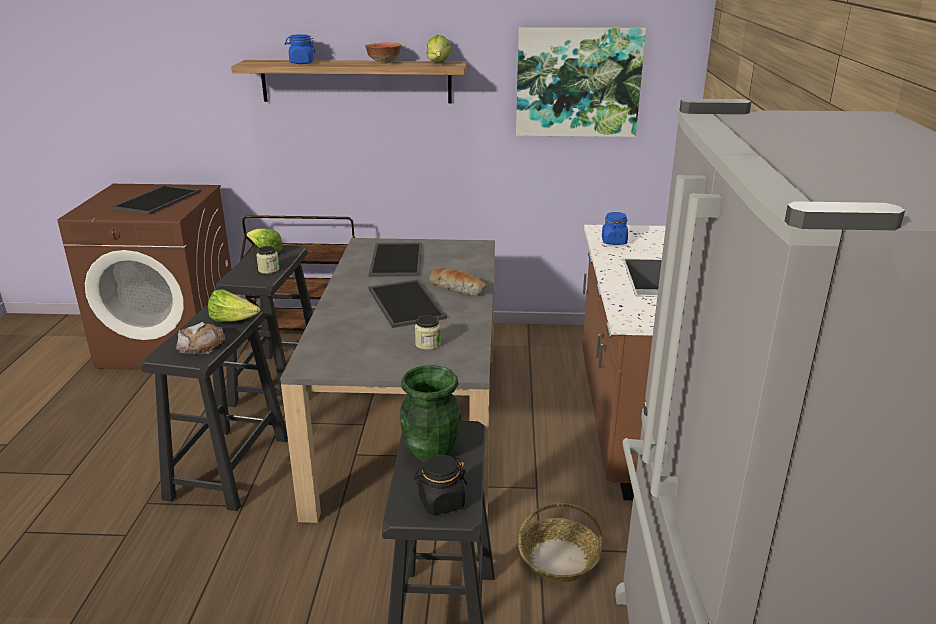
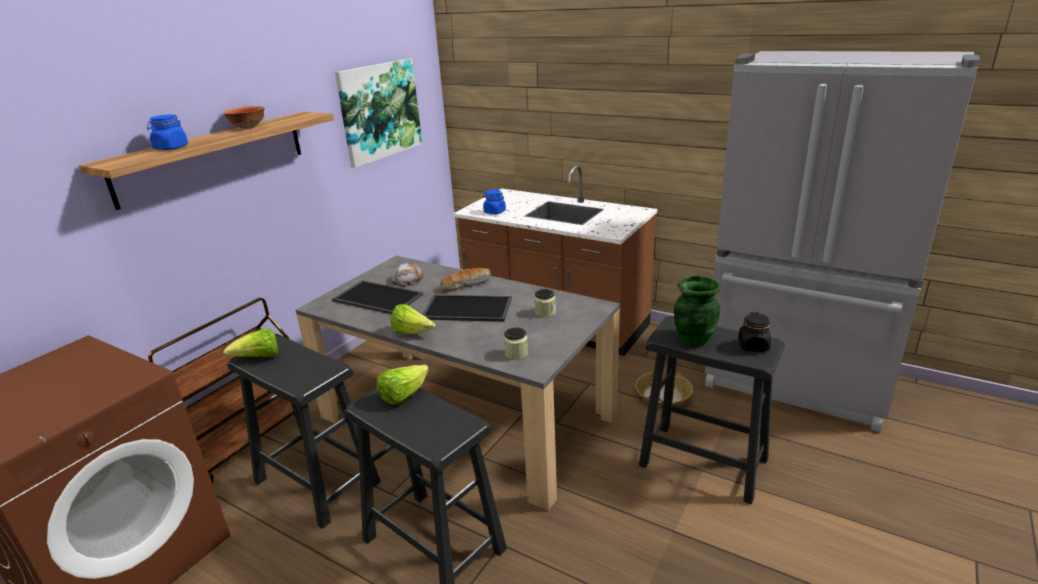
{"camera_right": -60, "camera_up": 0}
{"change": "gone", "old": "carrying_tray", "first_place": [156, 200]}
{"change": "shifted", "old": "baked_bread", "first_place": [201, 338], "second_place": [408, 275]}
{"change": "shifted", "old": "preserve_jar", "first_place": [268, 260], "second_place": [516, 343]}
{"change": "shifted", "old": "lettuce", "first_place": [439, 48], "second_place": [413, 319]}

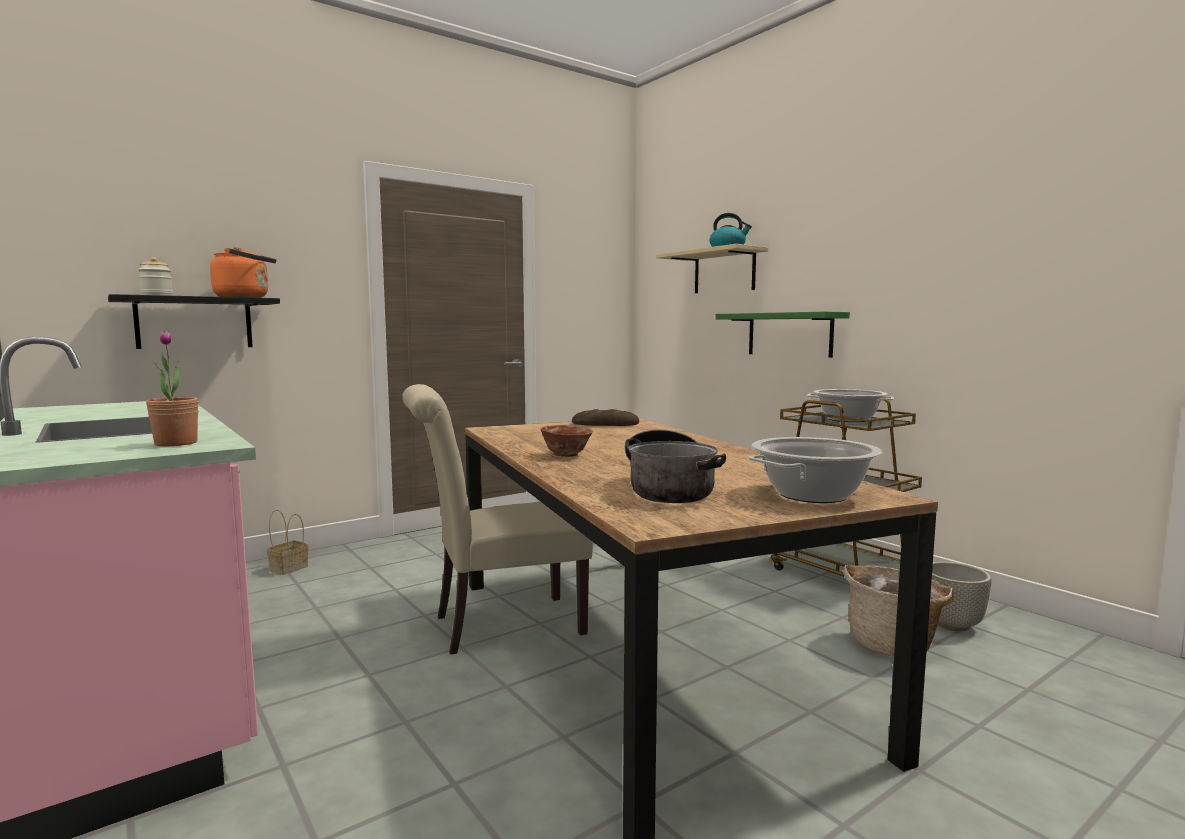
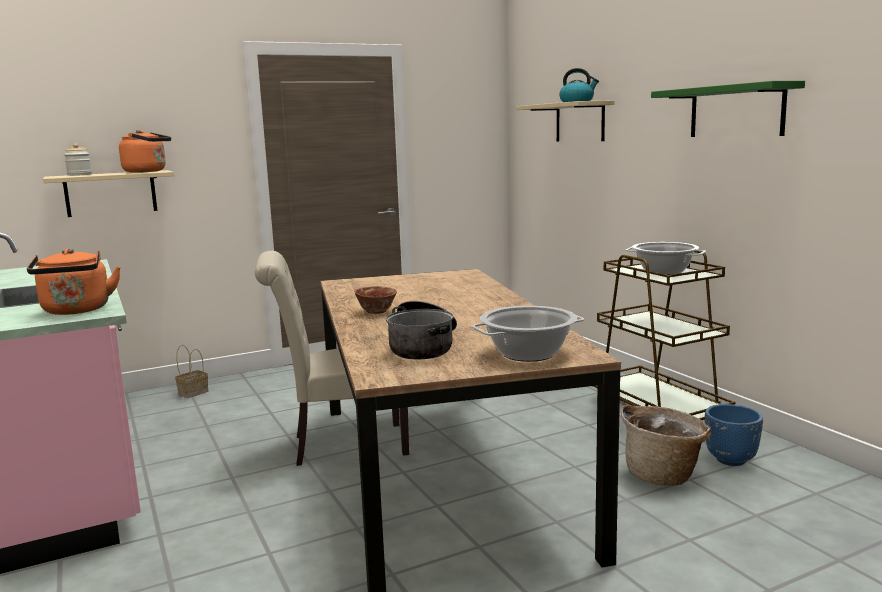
{"camera_right": 10, "camera_up": 5}
{"change": "repainted", "old": "black-coloured_wall_shelf", "new": "sand-coloured_wall_shelf", "first_place": [194, 321], "second_place": [108, 193]}
{"change": "swapped", "old": "plant_in_a_pot", "new": "orange_tea_kettle", "first_place": [172, 388], "second_place": [74, 281]}
{"change": "gone", "old": "baked_bread", "first_place": [605, 417]}
{"change": "shifted", "old": "green_wall_shelf", "first_place": [782, 335], "second_place": [728, 109]}
{"change": "repainted", "old": "gray_plant_pot", "new": "blue_plant_pot", "first_place": [962, 596], "second_place": [734, 435]}

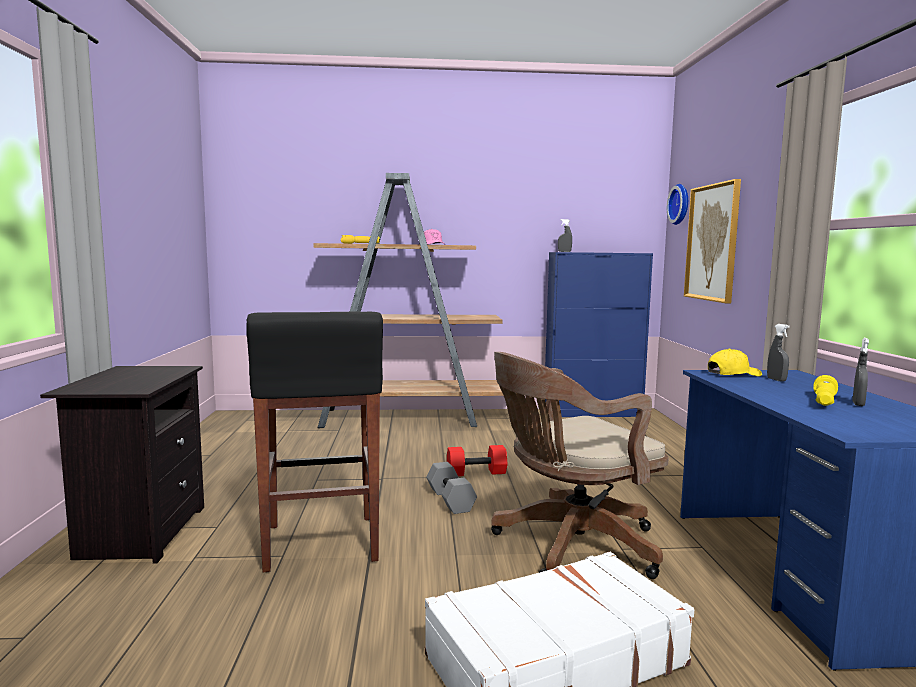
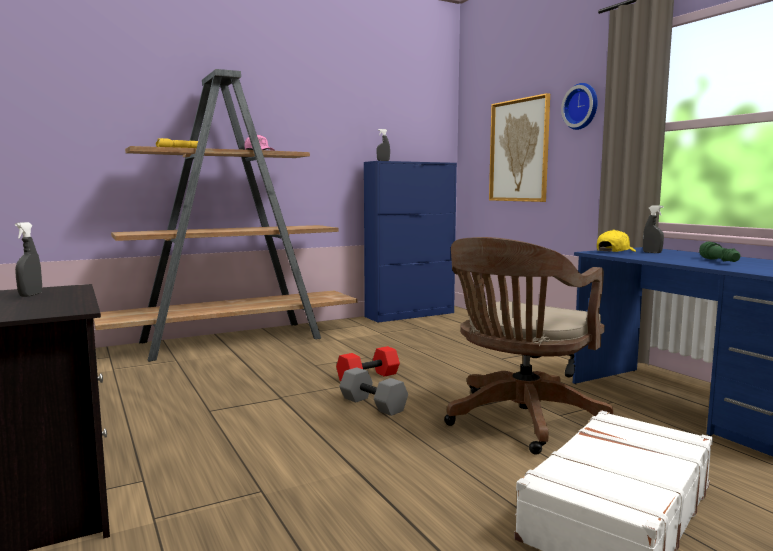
{"camera_right": -25, "camera_up": 0}
{"change": "gone", "old": "black-coloured_stool_seat", "first_place": [314, 442]}
{"change": "shifted", "old": "clock_on_the_wall", "first_place": [677, 204], "second_place": [579, 106]}
{"change": "repainted", "old": "yellow_torch", "new": "green_torch", "first_place": [825, 390], "second_place": [719, 252]}
{"change": "shifted", "old": "gray_sprayer", "first_place": [860, 372], "second_place": [28, 259]}

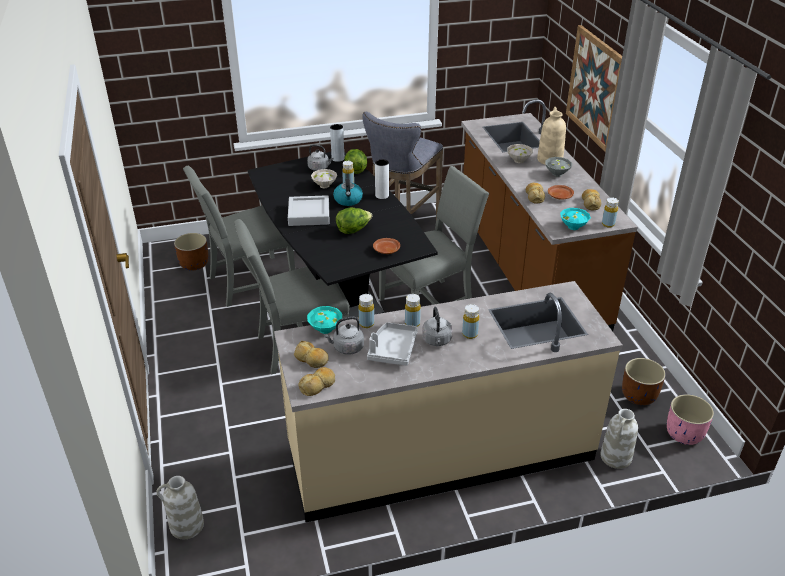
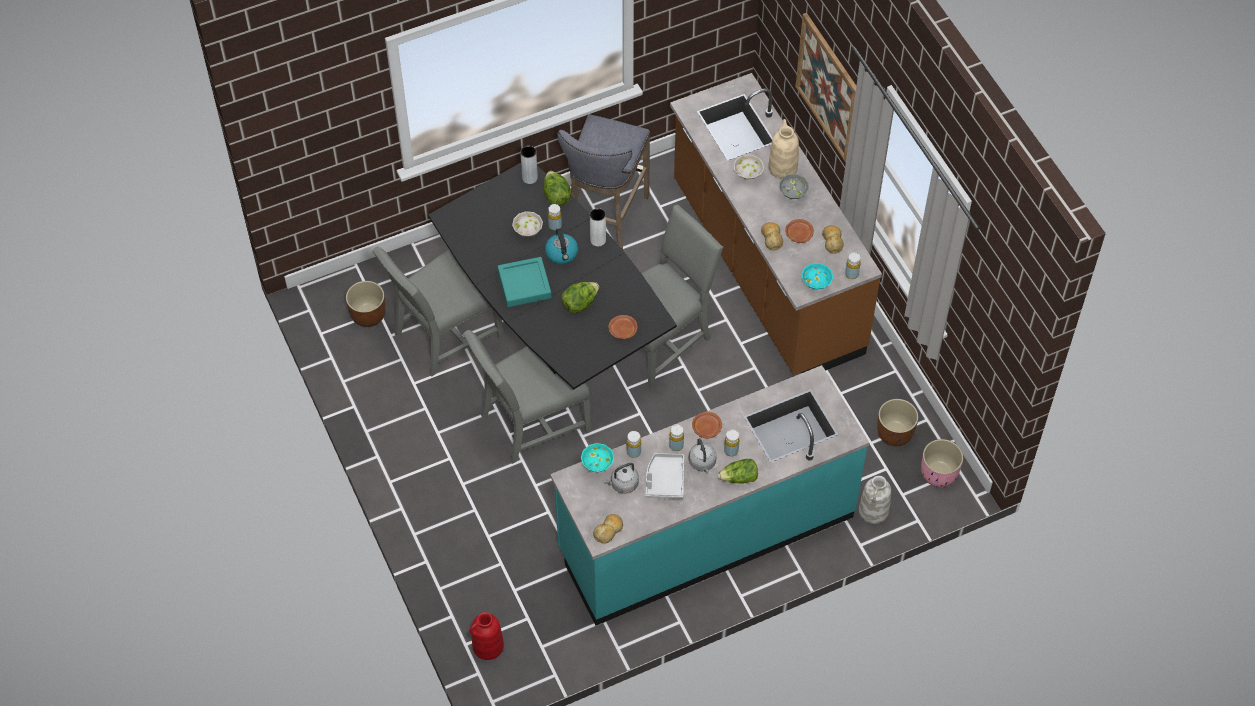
{"camera_right": -10, "camera_up": 20}
{"change": "repainted", "old": "white_flower_vase", "new": "reddish_flower_vase", "first_place": [180, 507], "second_place": [486, 636]}
{"change": "repainted", "old": "sand-coloured_kitchen_base_unit", "new": "turquoise-coloured_kitchen_base_unit", "first_place": [448, 401], "second_place": [709, 495]}
{"change": "repainted", "old": "gray_carrying_tray", "new": "turquoise-coloured_carrying_tray", "first_place": [308, 210], "second_place": [525, 282]}
{"change": "gone", "old": "baked_bread", "first_place": [311, 354]}
{"change": "gone", "old": "gray_tea_kettle", "first_place": [320, 157]}
{"change": "new", "new": "brown_dinner_plate", "second_place": [707, 425]}
{"change": "new", "new": "lettuce", "second_place": [738, 471]}

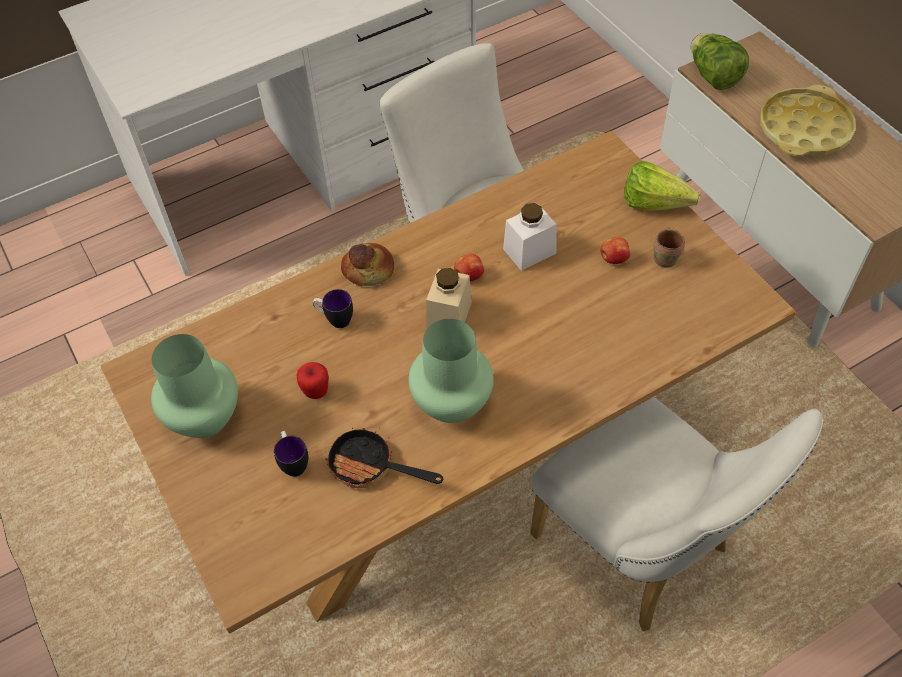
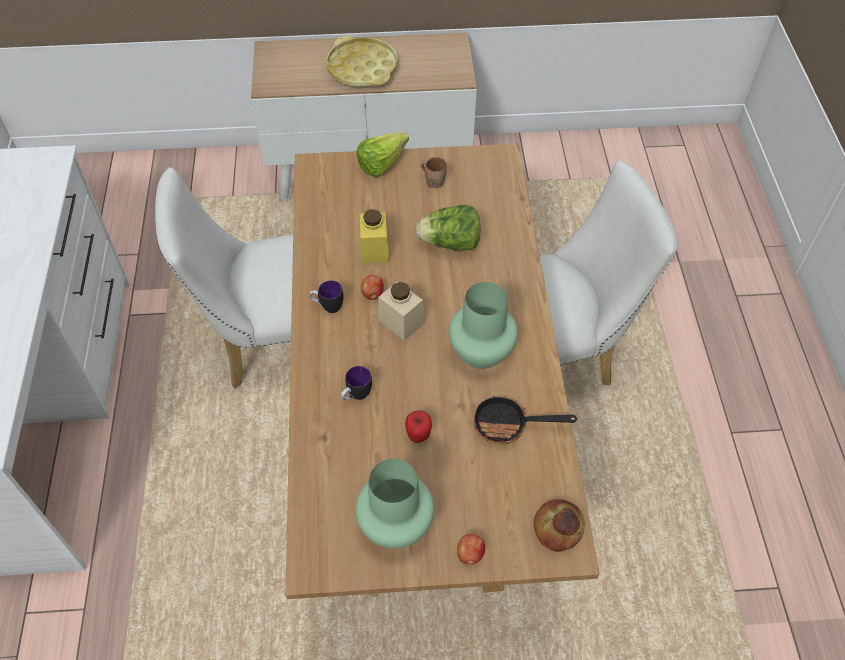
{"camera_right": -65, "camera_up": 0}
{"change": "shifted", "old": "tea_mug", "first_place": [291, 454], "second_place": [326, 297]}
{"change": "rotated", "old": "frying_pan", "first_place": [384, 457], "second_place": [525, 420], "degrees": 45}
{"change": "shifted", "old": "baked_bread", "first_place": [367, 264], "second_place": [559, 525]}
{"change": "repainted", "old": "white_preserve_jar", "new": "yellow_preserve_jar", "first_place": [530, 237], "second_place": [374, 236]}
{"change": "shifted", "old": "whole_apple", "first_place": [615, 250], "second_place": [471, 549]}
{"change": "shifted", "old": "lettuce", "first_place": [720, 61], "second_place": [448, 227]}

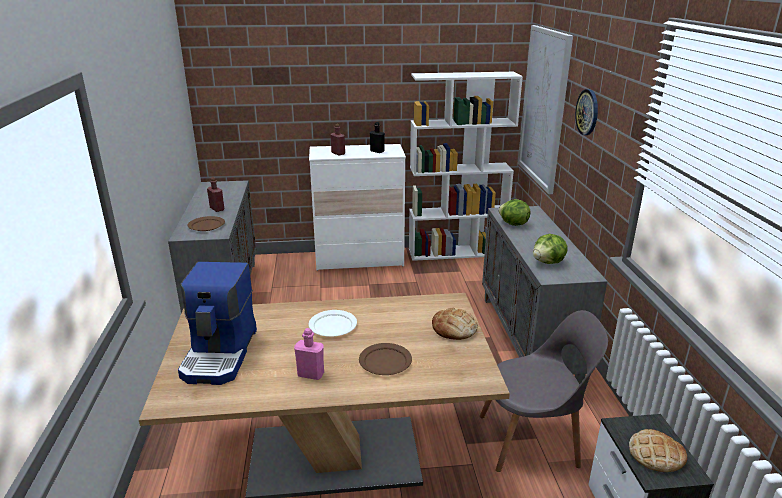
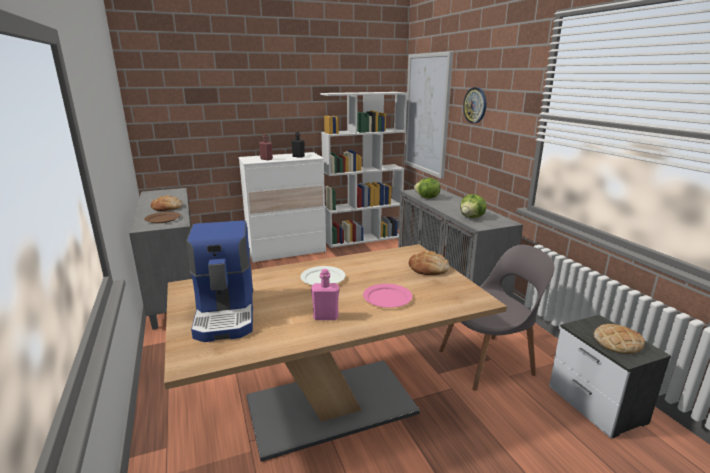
{"camera_right": -15, "camera_up": -5}
{"change": "swapped", "old": "reddish_bottle", "new": "baked_bread", "first_place": [215, 194], "second_place": [166, 203]}
{"change": "repainted", "old": "brown_dinner_plate", "new": "pink-coloured_dinner_plate", "first_place": [385, 359], "second_place": [387, 296]}

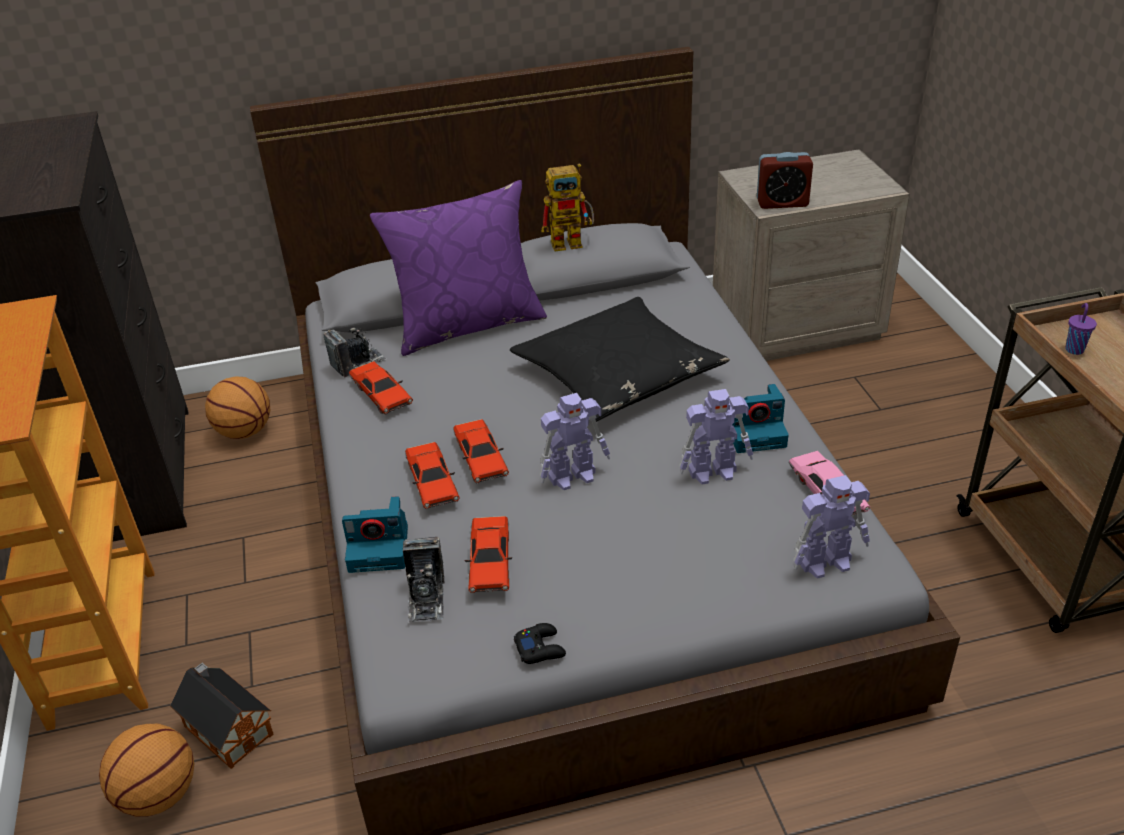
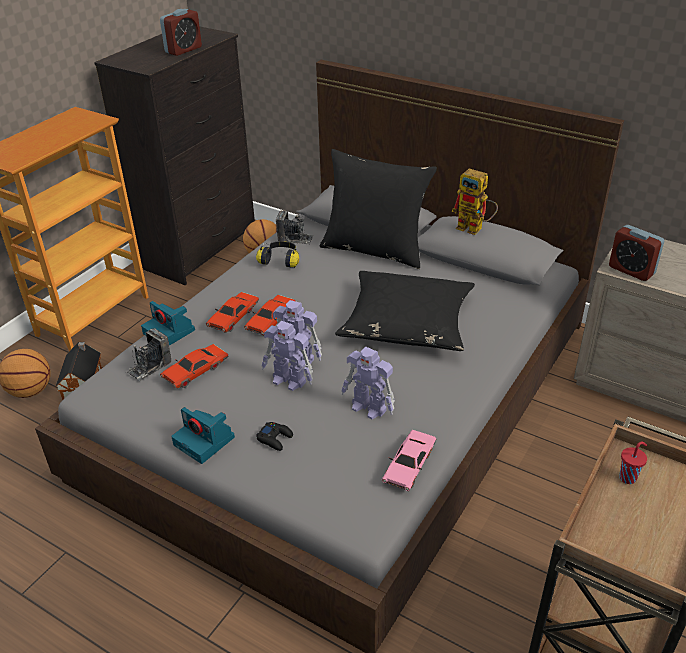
{"camera_right": 45, "camera_up": 0}
{"change": "swapped", "old": "reddish_miniature_car", "new": "headphones", "first_place": [381, 388], "second_place": [277, 254]}
{"change": "repainted", "old": "purplish_throw_pillow", "new": "black-coloured_throw_pillow", "first_place": [458, 268], "second_place": [378, 209]}
{"change": "shifted", "old": "black-coloured_gamepad", "first_place": [540, 643], "second_place": [274, 436]}
{"change": "shifted", "old": "photo_camera", "first_place": [760, 418], "second_place": [203, 435]}
{"change": "shifted", "old": "toy_robot", "first_place": [831, 527], "second_place": [287, 356]}
{"change": "repainted", "old": "purplish_cup", "new": "reddish_cup", "first_place": [1081, 329], "second_place": [633, 463]}
{"change": "new", "new": "alarm_clock", "second_place": [181, 32]}

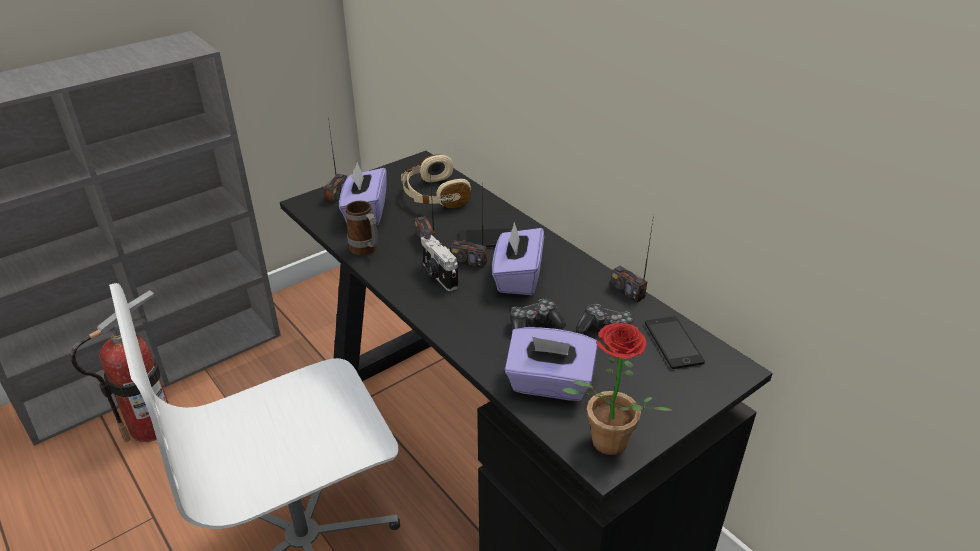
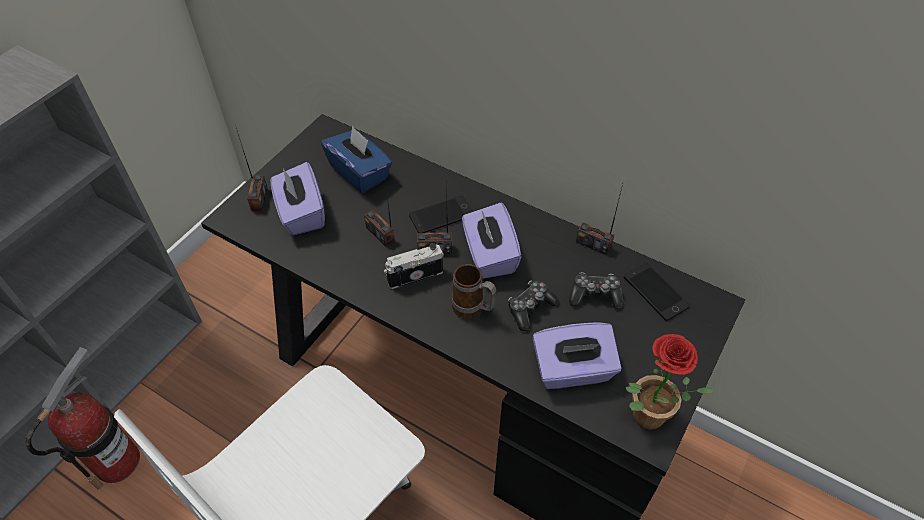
{"camera_right": -20, "camera_up": 15}
{"change": "shifted", "old": "tea_mug", "first_place": [361, 228], "second_place": [474, 291]}
{"change": "swapped", "old": "sand-coloured_headphones", "new": "blue_tissue_box", "first_place": [436, 181], "second_place": [356, 159]}
{"change": "rotated", "old": "photo_camera", "first_place": [439, 262], "second_place": [414, 266], "degrees": 120}

